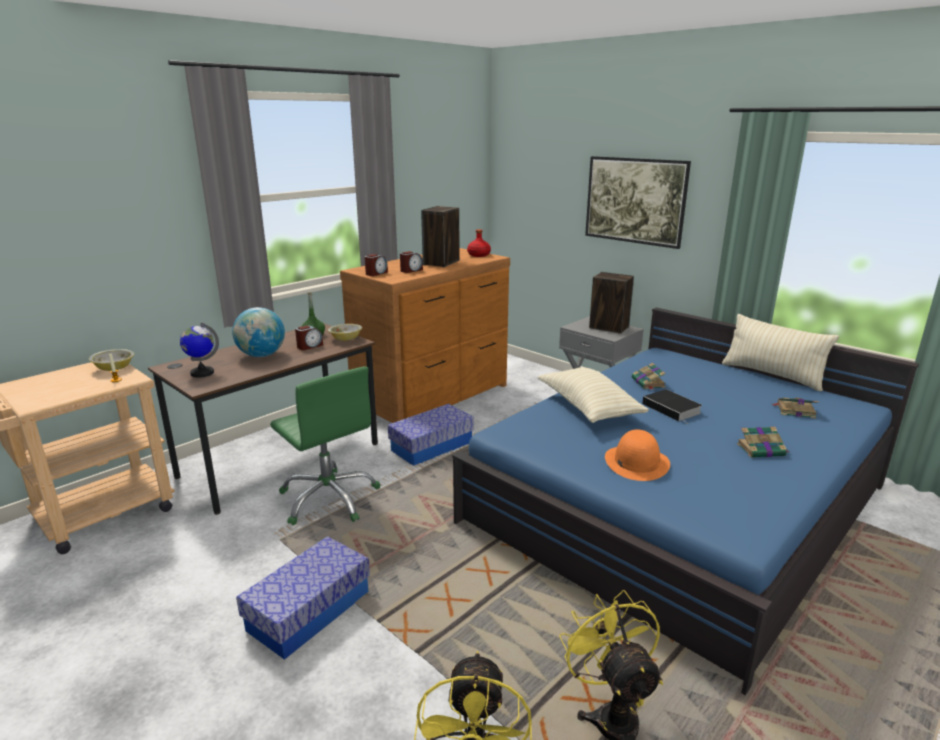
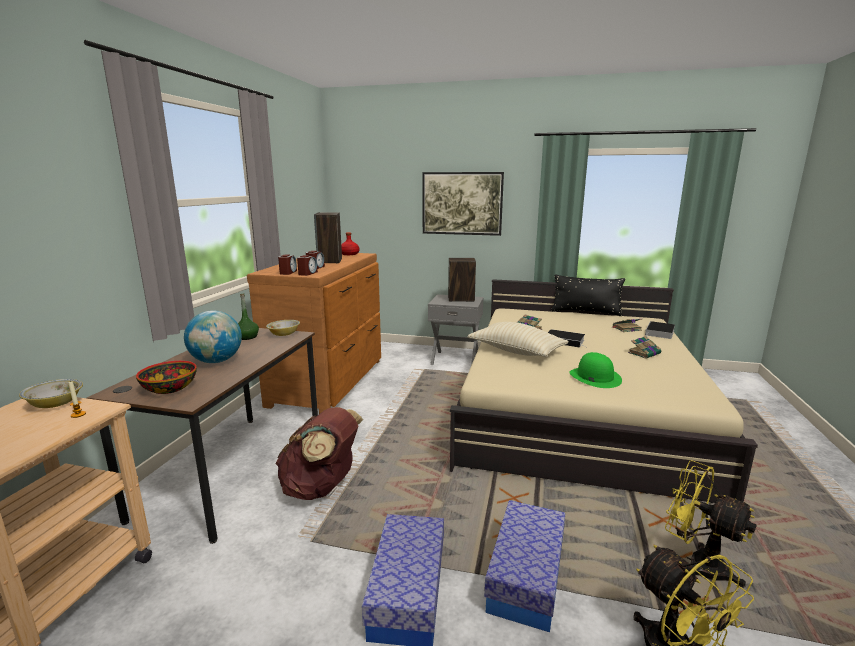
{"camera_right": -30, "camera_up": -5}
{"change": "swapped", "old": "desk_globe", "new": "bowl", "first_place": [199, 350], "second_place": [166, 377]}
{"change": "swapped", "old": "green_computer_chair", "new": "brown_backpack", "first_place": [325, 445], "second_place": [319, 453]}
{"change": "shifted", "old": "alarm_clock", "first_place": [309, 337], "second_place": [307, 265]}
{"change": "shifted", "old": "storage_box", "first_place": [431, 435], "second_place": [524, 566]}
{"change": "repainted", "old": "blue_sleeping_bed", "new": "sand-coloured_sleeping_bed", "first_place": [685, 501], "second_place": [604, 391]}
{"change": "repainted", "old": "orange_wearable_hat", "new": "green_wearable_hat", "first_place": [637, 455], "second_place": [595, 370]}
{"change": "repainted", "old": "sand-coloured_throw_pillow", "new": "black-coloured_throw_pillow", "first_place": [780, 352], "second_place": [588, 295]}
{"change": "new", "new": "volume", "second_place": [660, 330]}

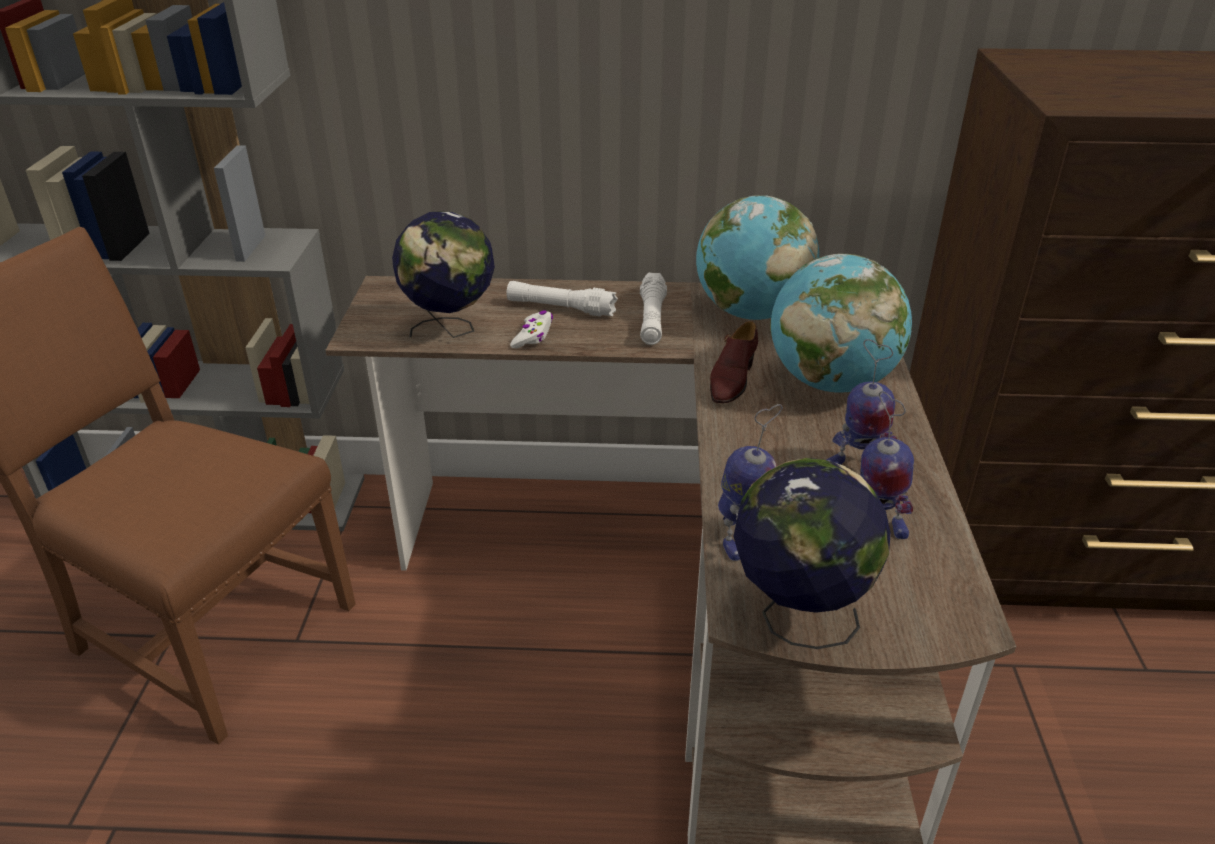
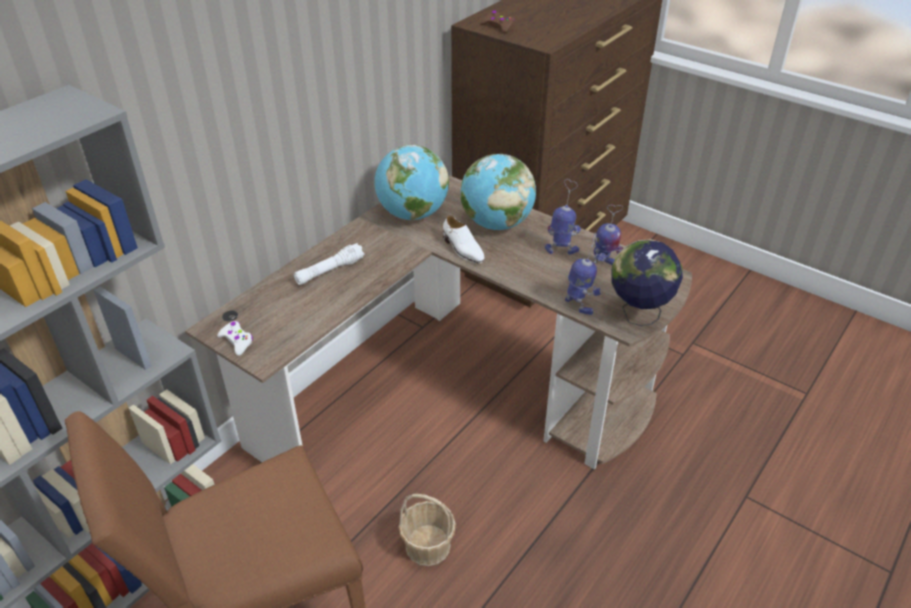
{"camera_right": -55, "camera_up": 5}
{"change": "gone", "old": "desk_globe", "first_place": [443, 275]}
{"change": "shifted", "old": "white_gamepad", "first_place": [531, 329], "second_place": [235, 338]}
{"change": "gone", "old": "white_torch", "first_place": [653, 309]}
{"change": "repainted", "old": "brown_shoe", "new": "white_shoe", "first_place": [734, 362], "second_place": [464, 239]}
{"change": "rotated", "old": "toy_robot", "first_place": [862, 402], "second_place": [563, 217], "degrees": -120}
{"change": "new", "new": "storage_basket", "second_place": [427, 530]}
{"change": "new", "new": "brown_gamepad", "second_place": [497, 22]}

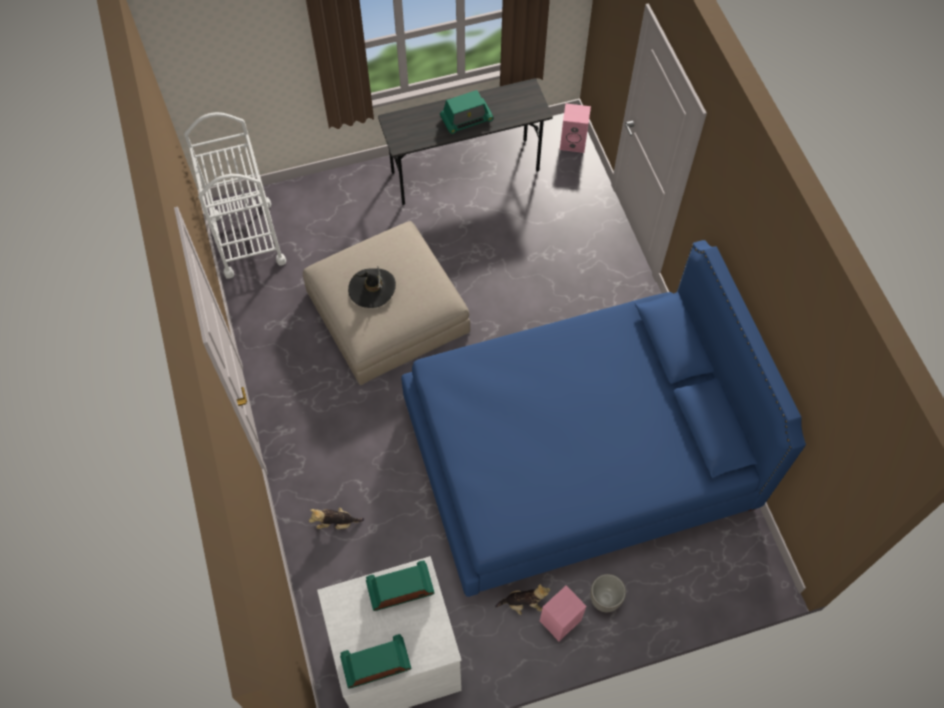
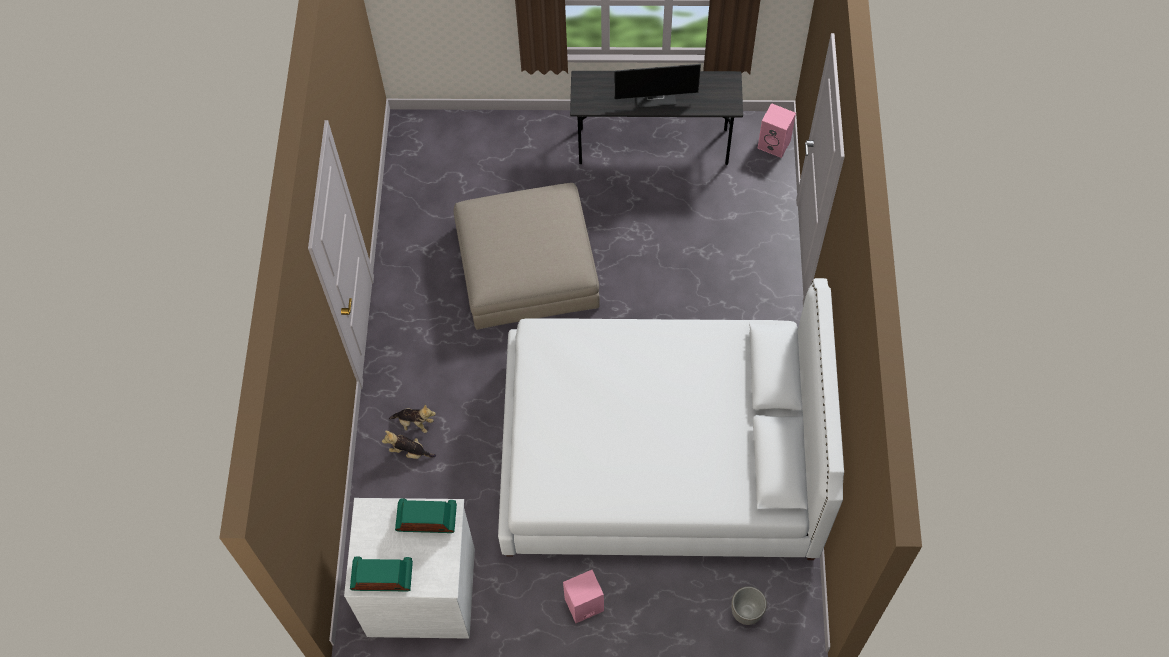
{"camera_right": 20, "camera_up": 0}
{"change": "gone", "old": "white_trolley", "first_place": [235, 195]}
{"change": "gone", "old": "black-coloured_wearable_hat", "first_place": [372, 287]}
{"change": "repainted", "old": "blue_sleeping_bed", "new": "white_sleeping_bed", "first_place": [603, 418], "second_place": [671, 419]}
{"change": "swapped", "old": "radio", "new": "computer_screen", "first_place": [466, 112], "second_place": [657, 86]}
{"change": "shifted", "old": "soft_toy", "first_place": [522, 599], "second_place": [412, 418]}
{"change": "shifted", "old": "plant_pot", "first_place": [608, 593], "second_place": [749, 605]}

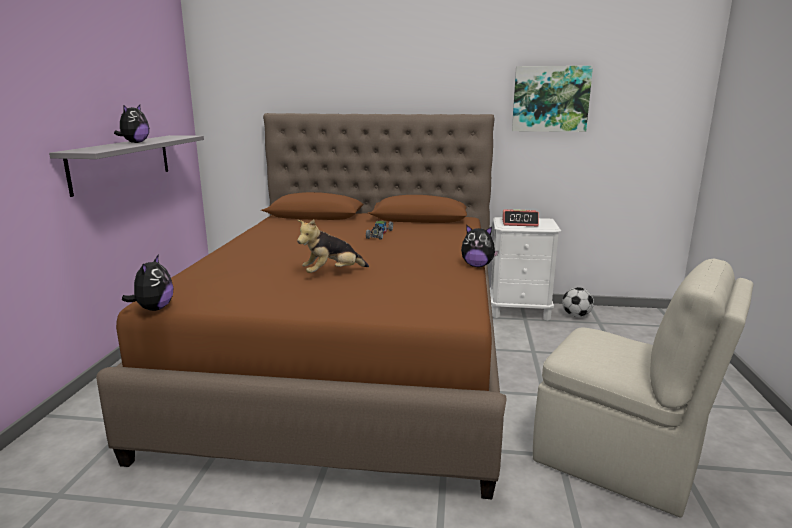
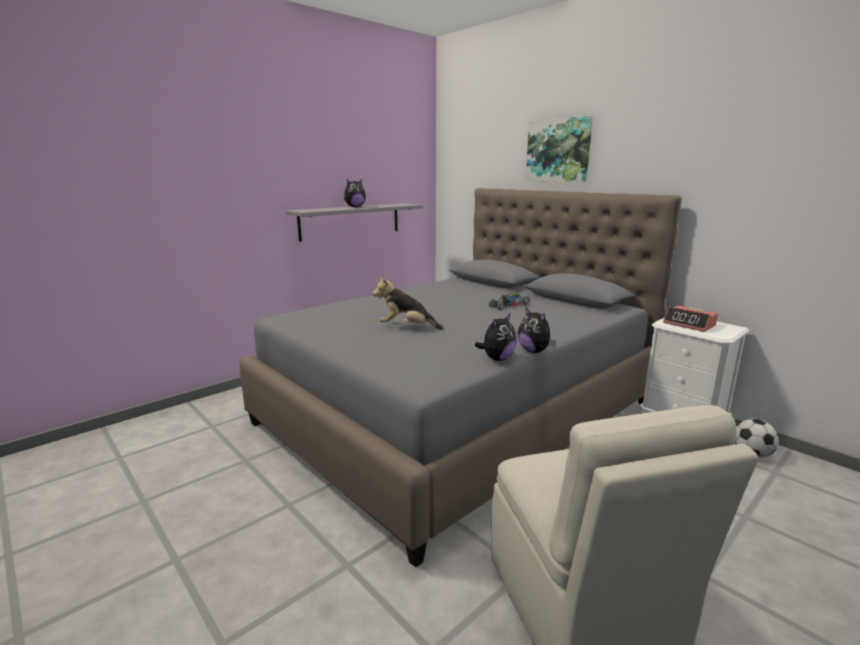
{"camera_right": 40, "camera_up": 0}
{"change": "repainted", "old": "brown_sleeping_bed", "new": "gray_sleeping_bed", "first_place": [301, 306], "second_place": [461, 378]}
{"change": "shifted", "old": "soft_toy", "first_place": [147, 283], "second_place": [496, 337]}
{"change": "shifted", "old": "picture", "first_place": [552, 99], "second_place": [559, 149]}

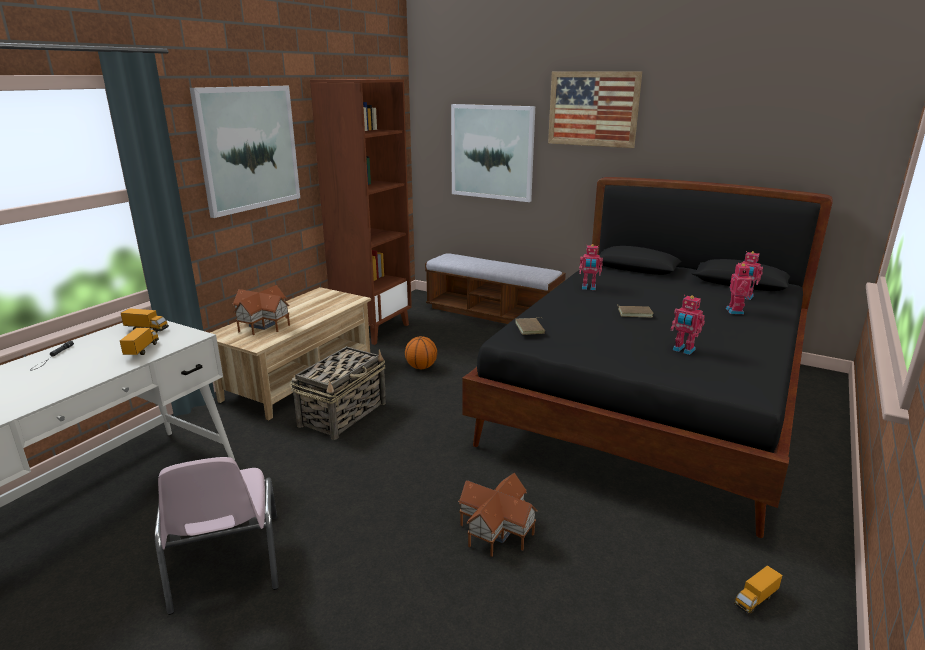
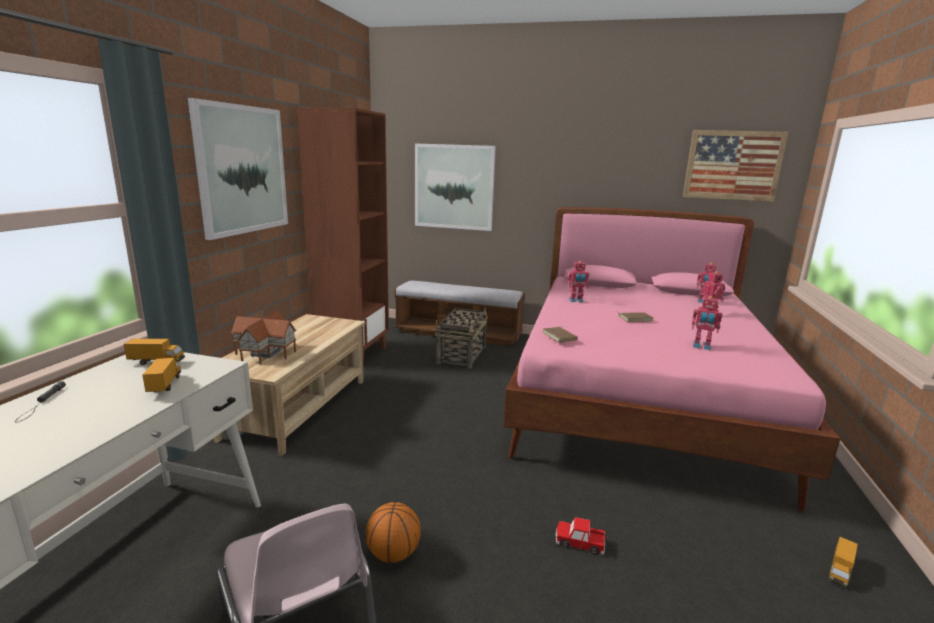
{"camera_right": -15, "camera_up": -5}
{"change": "shifted", "old": "storage_basket", "first_place": [338, 393], "second_place": [461, 338]}
{"change": "shifted", "old": "basketball", "first_place": [421, 352], "second_place": [393, 532]}
{"change": "swapped", "old": "toy_house", "new": "miniature_car", "first_place": [498, 515], "second_place": [580, 536]}
{"change": "repainted", "old": "black-coloured_sleeping_bed", "new": "pink-coloured_sleeping_bed", "first_place": [647, 357], "second_place": [672, 359]}
{"change": "shifted", "old": "picture", "first_place": [595, 109], "second_place": [736, 166]}

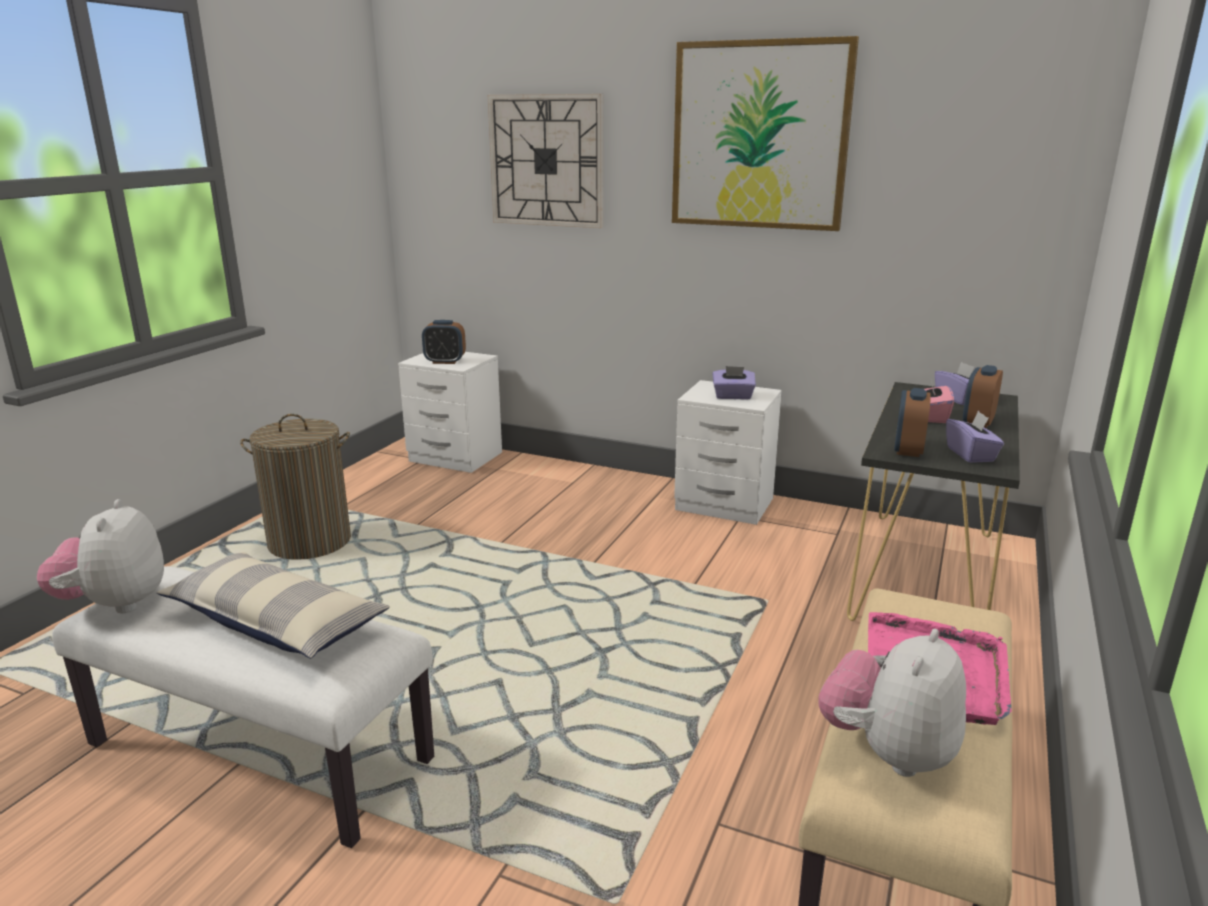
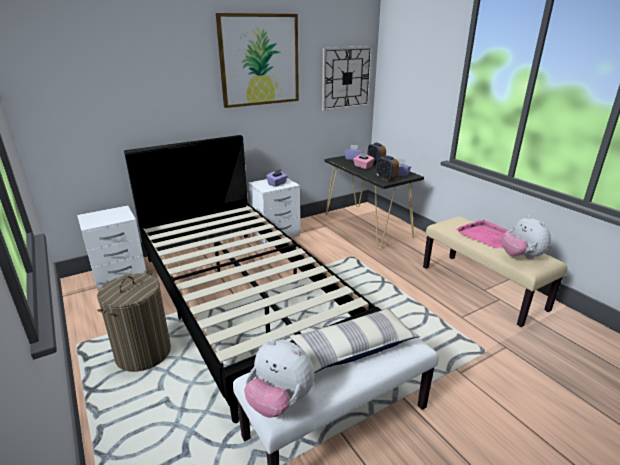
{"camera_right": -55, "camera_up": 5}
{"change": "gone", "old": "alarm_clock", "first_place": [444, 342]}
{"change": "shifted", "old": "clock_on_the_wall", "first_place": [545, 161], "second_place": [347, 78]}
{"change": "new", "new": "black-coloured_sleeping_bed", "second_place": [253, 279]}

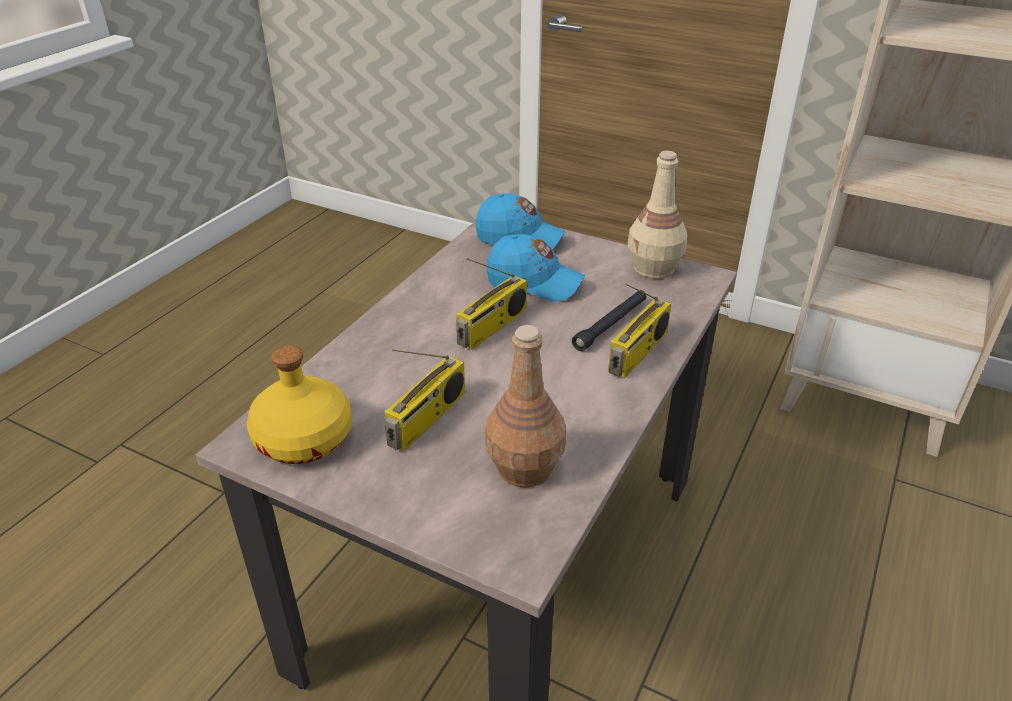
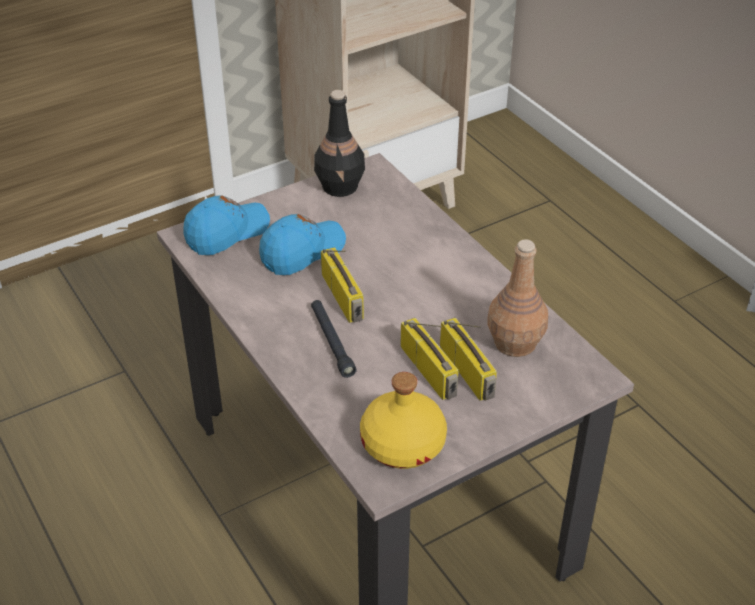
{"camera_right": -60, "camera_up": 5}
{"change": "shifted", "old": "black-coloured_torch", "first_place": [609, 320], "second_place": [334, 339]}
{"change": "shifted", "old": "radio", "first_place": [639, 331], "second_place": [468, 359]}
{"change": "repainted", "old": "sand-coloured_bottle", "new": "black-coloured_bottle", "first_place": [658, 215], "second_place": [339, 143]}

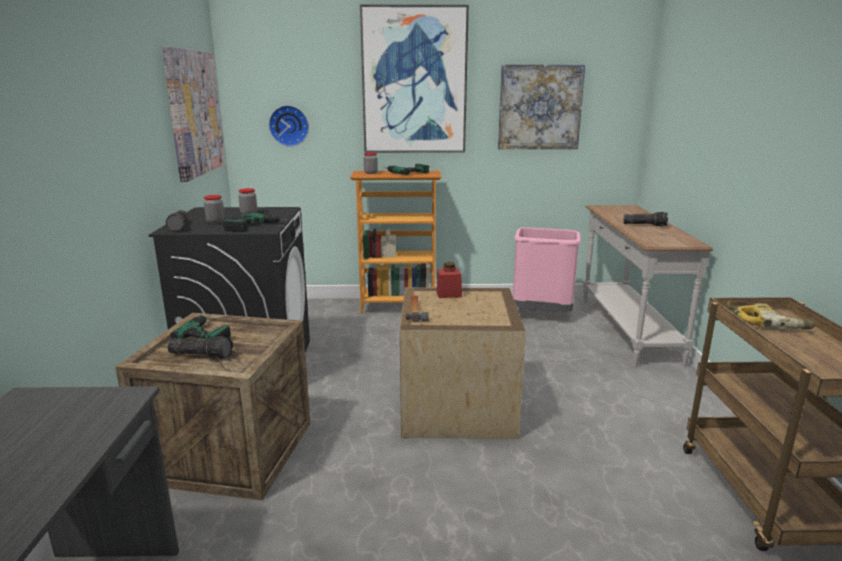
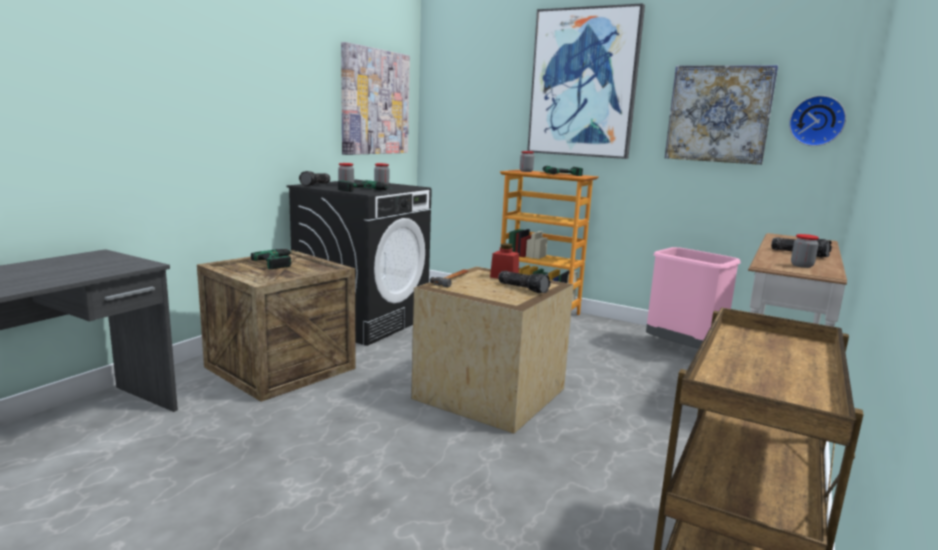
{"camera_right": 30, "camera_up": -5}
{"change": "shifted", "old": "torch", "first_place": [200, 347], "second_place": [525, 282]}
{"change": "shifted", "old": "clock_on_the_wall", "first_place": [289, 126], "second_place": [817, 120]}
{"change": "gone", "old": "electric_drill", "first_place": [771, 315]}
{"change": "new", "new": "preserve_jar", "second_place": [805, 251]}

